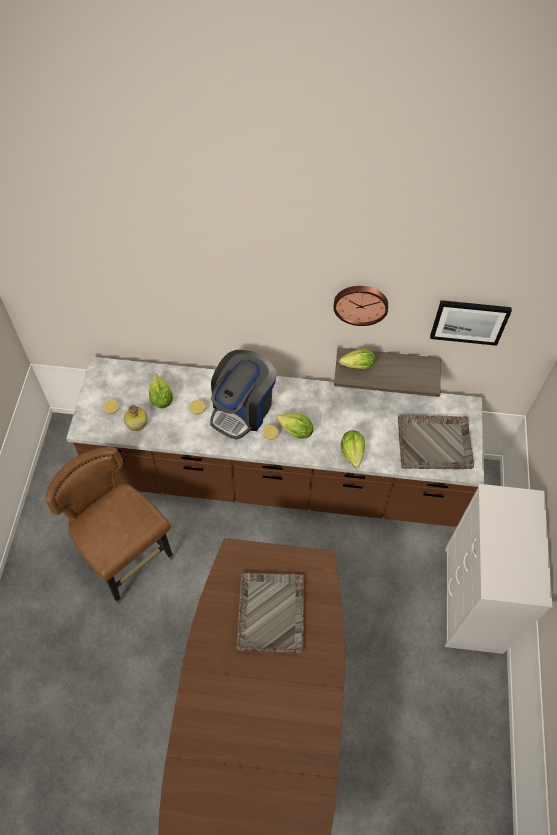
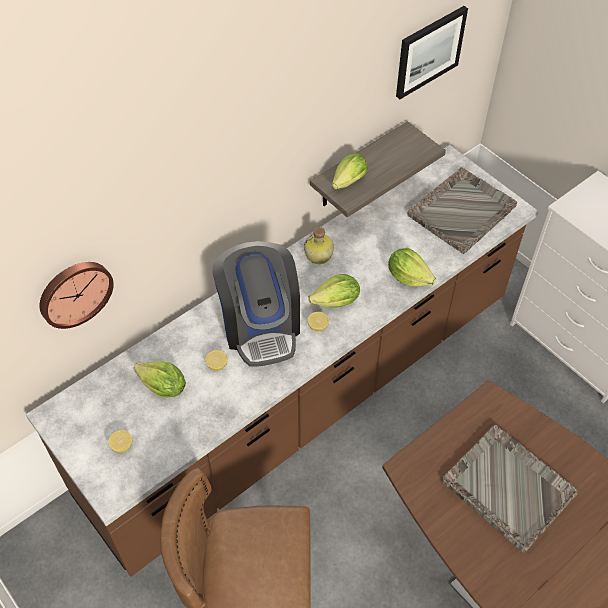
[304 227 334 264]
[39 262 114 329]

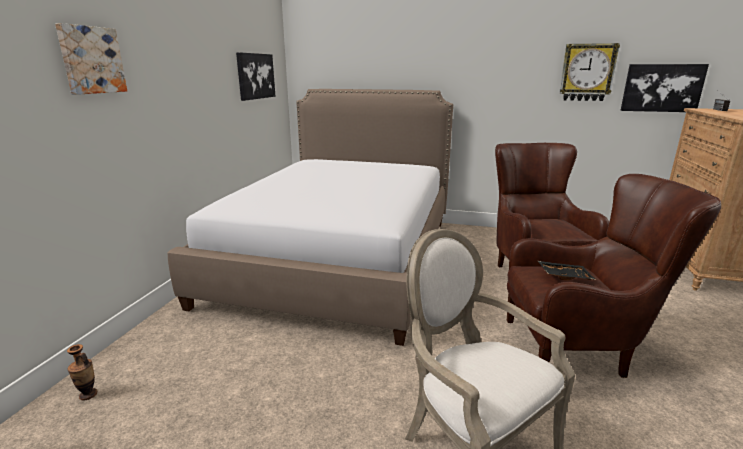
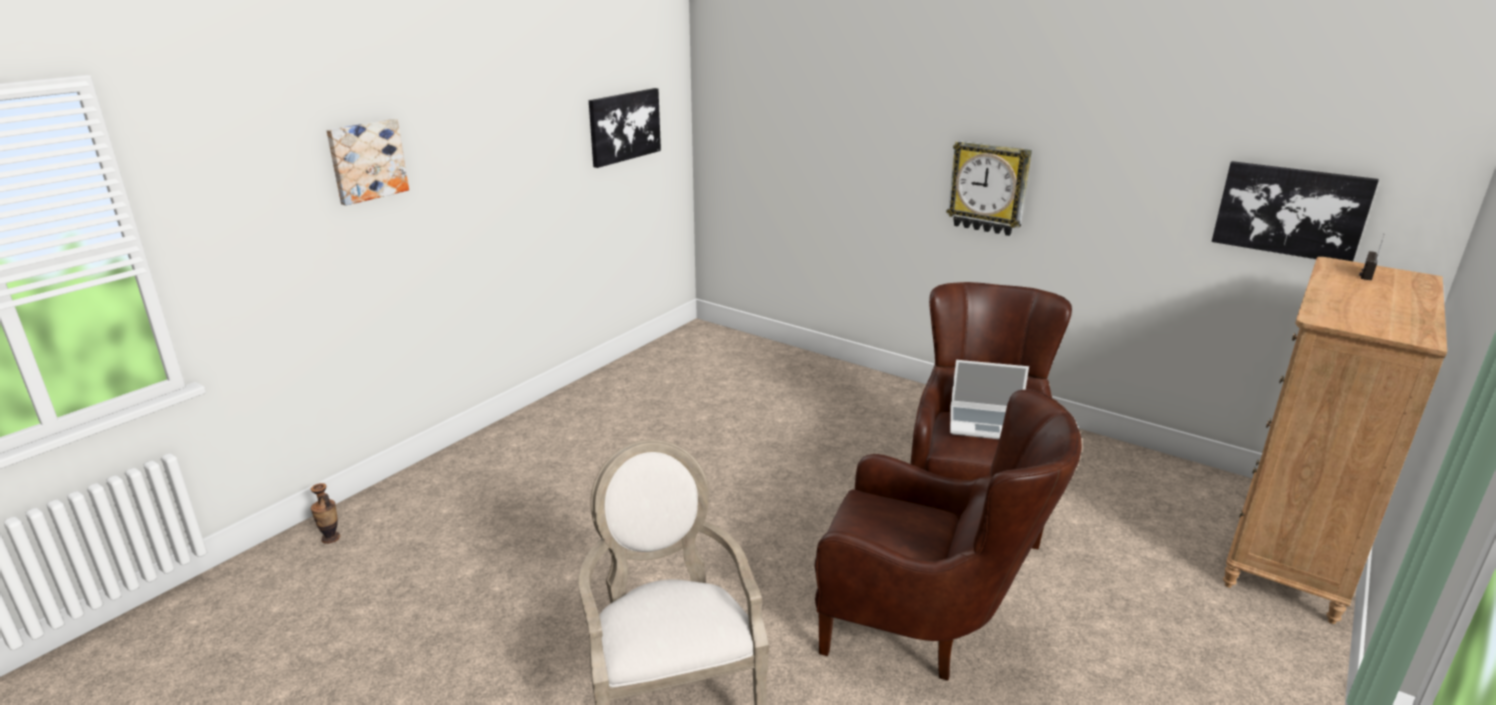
[168 89 453 346] (first image)
[538 261 596 280] (first image)
[946 141 1032 236]
[950 360 1029 439]

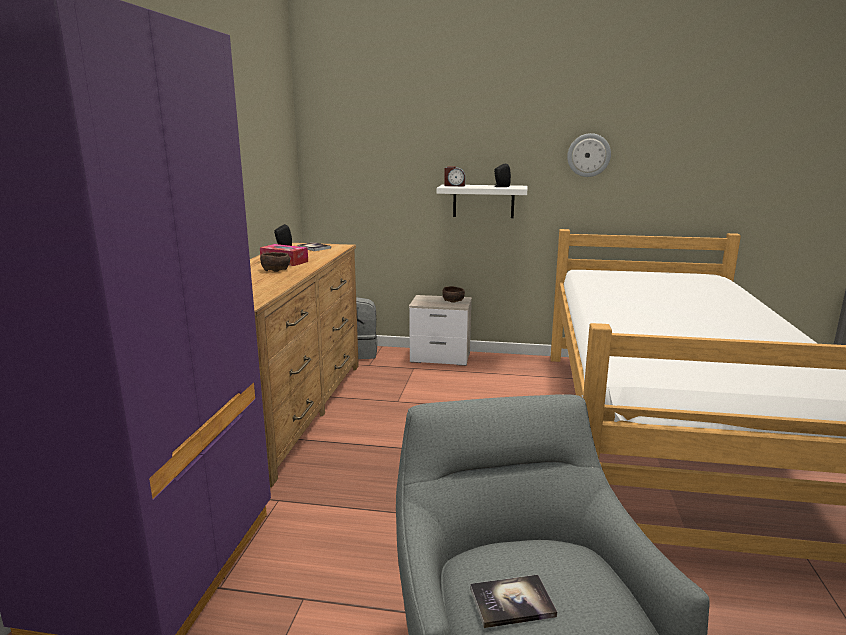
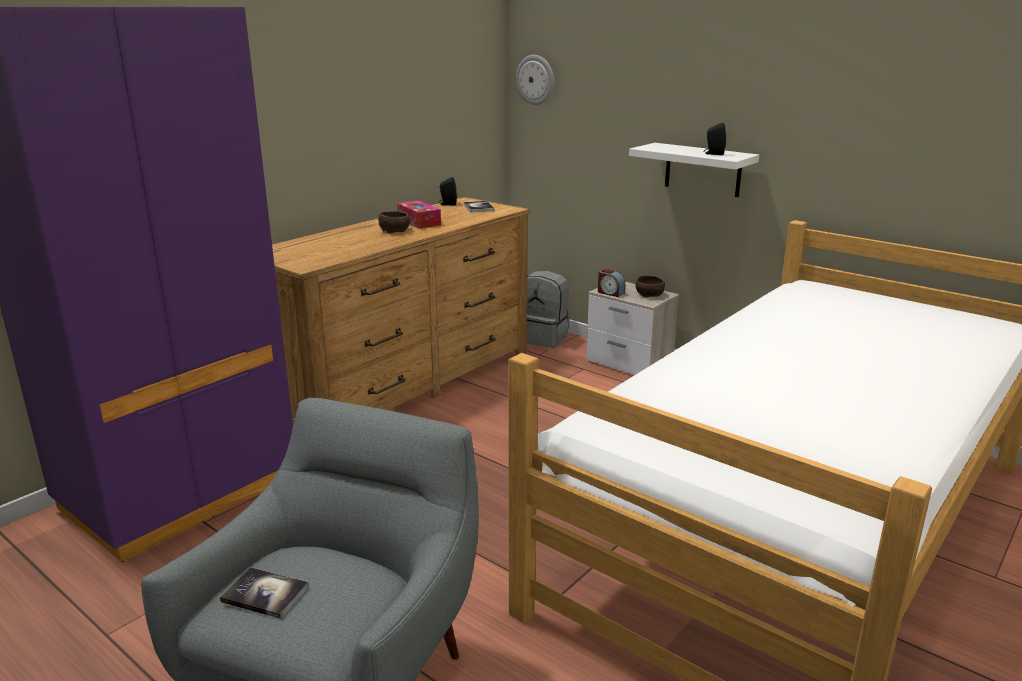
[598 269 625 297]
[516 55 554 105]

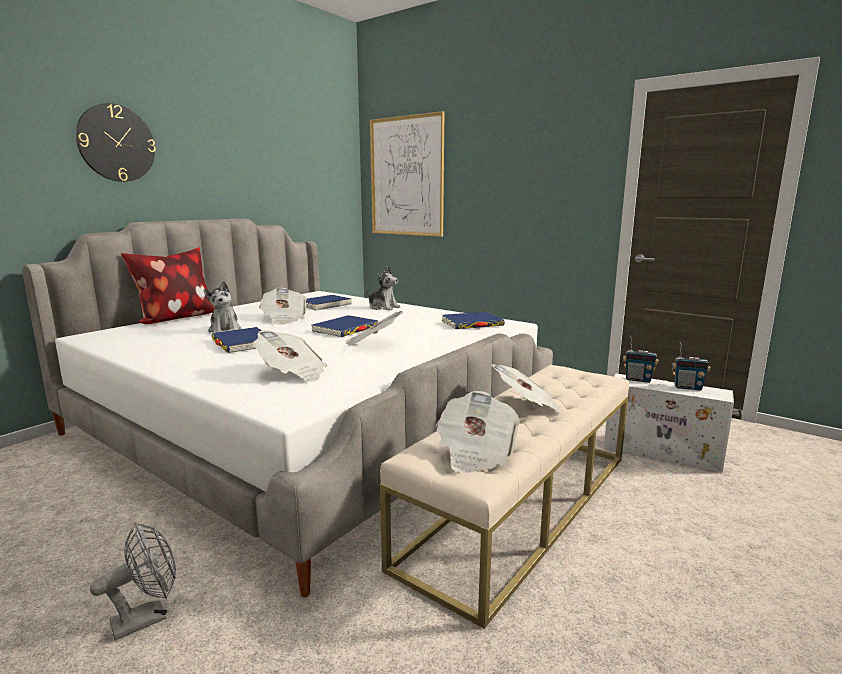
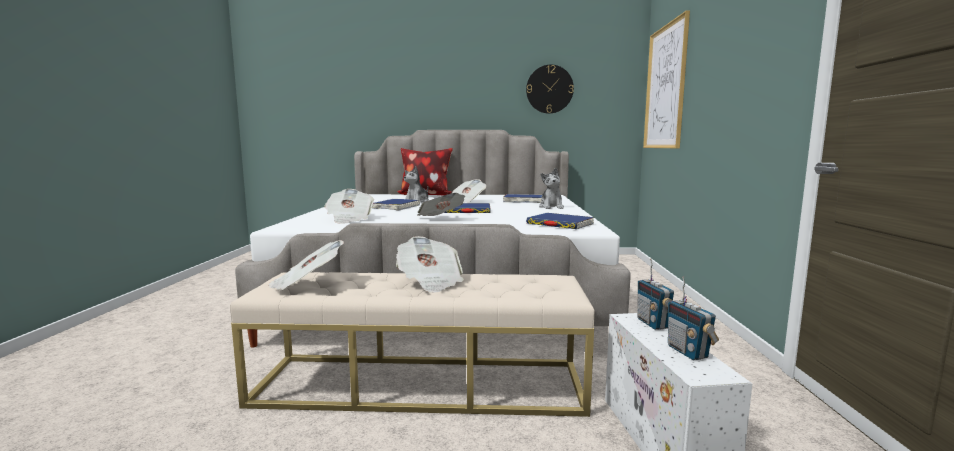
[526 65 574 114]
[90 523 176 641] (first image)

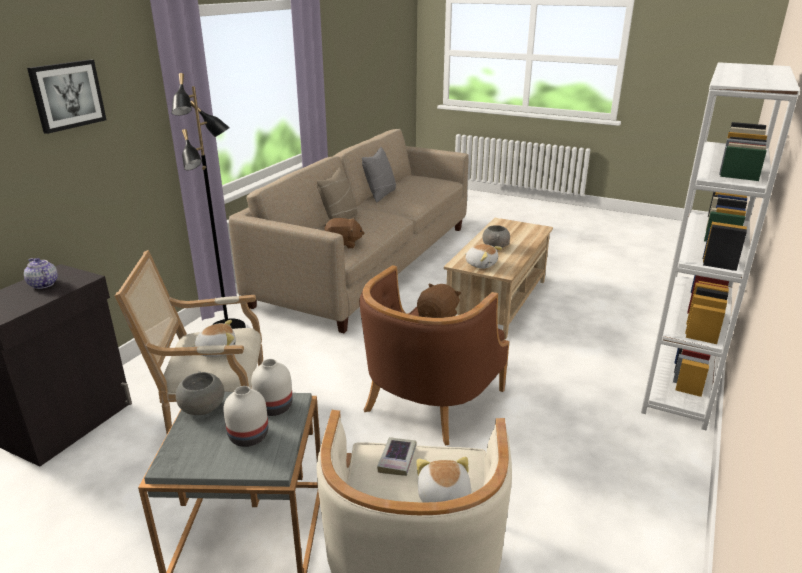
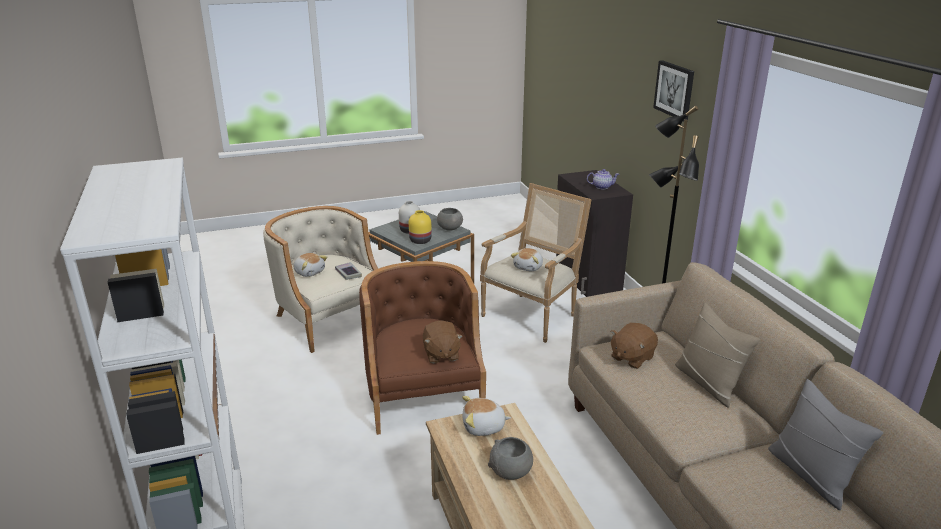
[409 210 432 244]

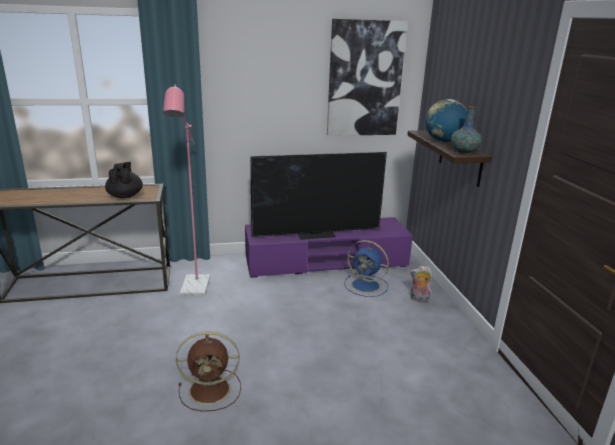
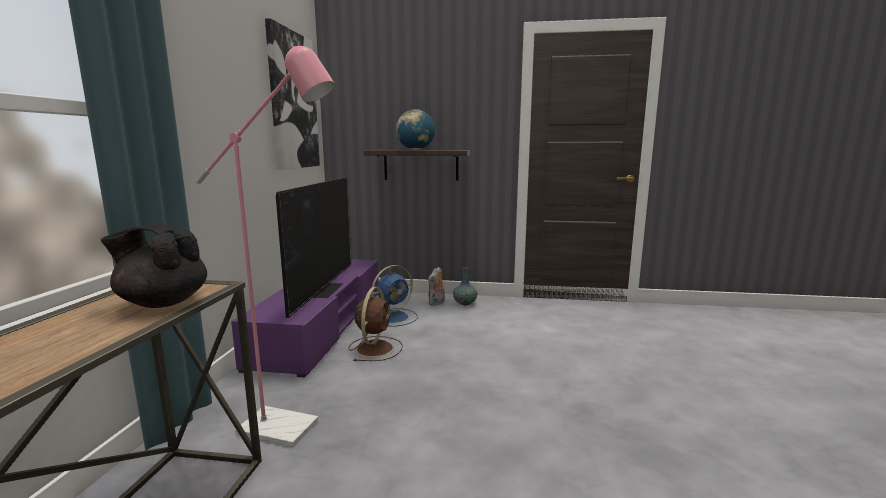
[349 287 402 361]
[453 267 478 305]

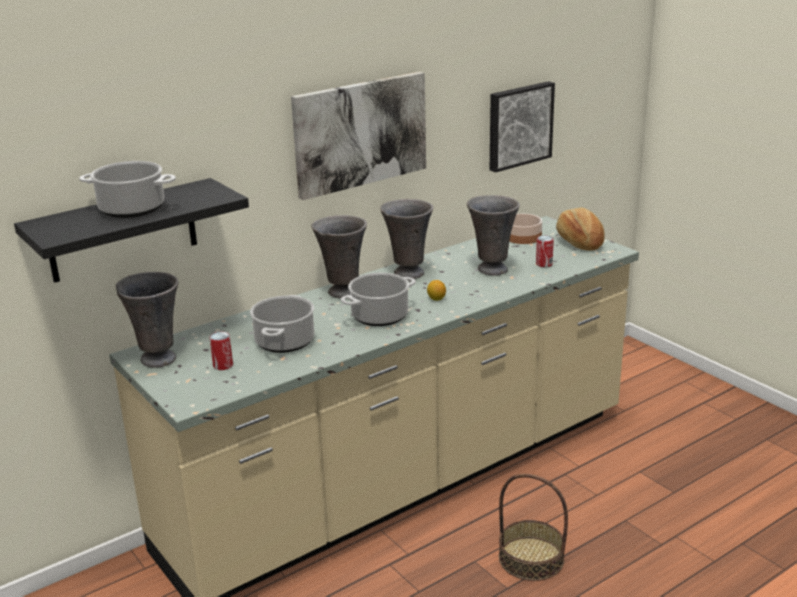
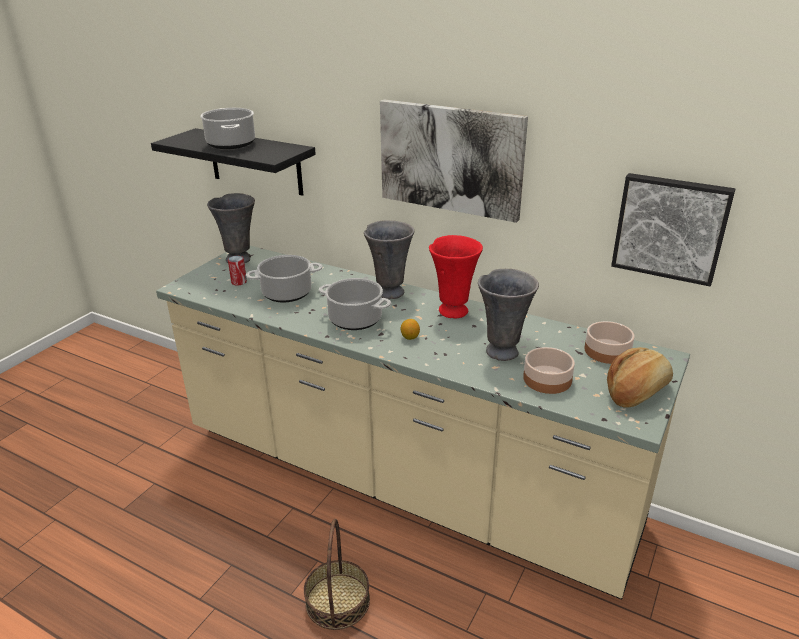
[429 235 483 318]
[523 347 575 394]

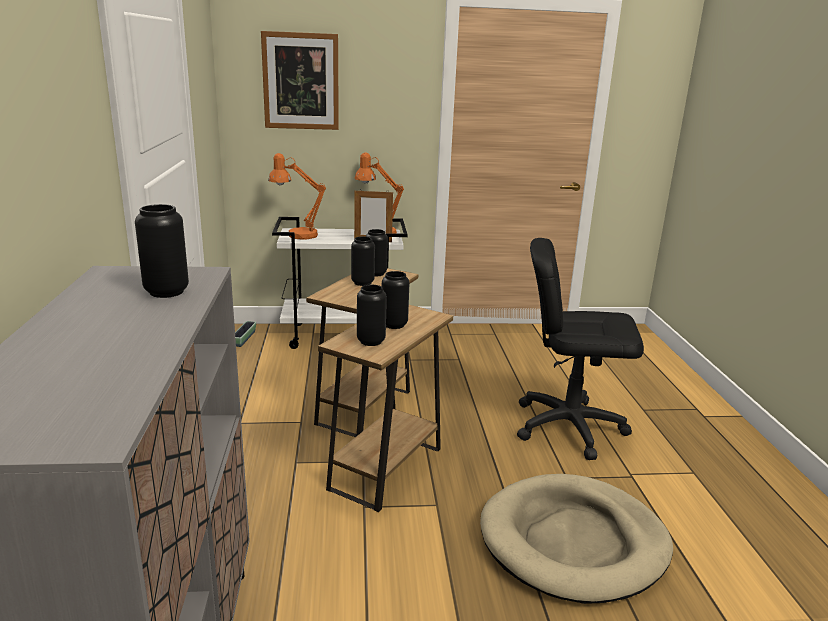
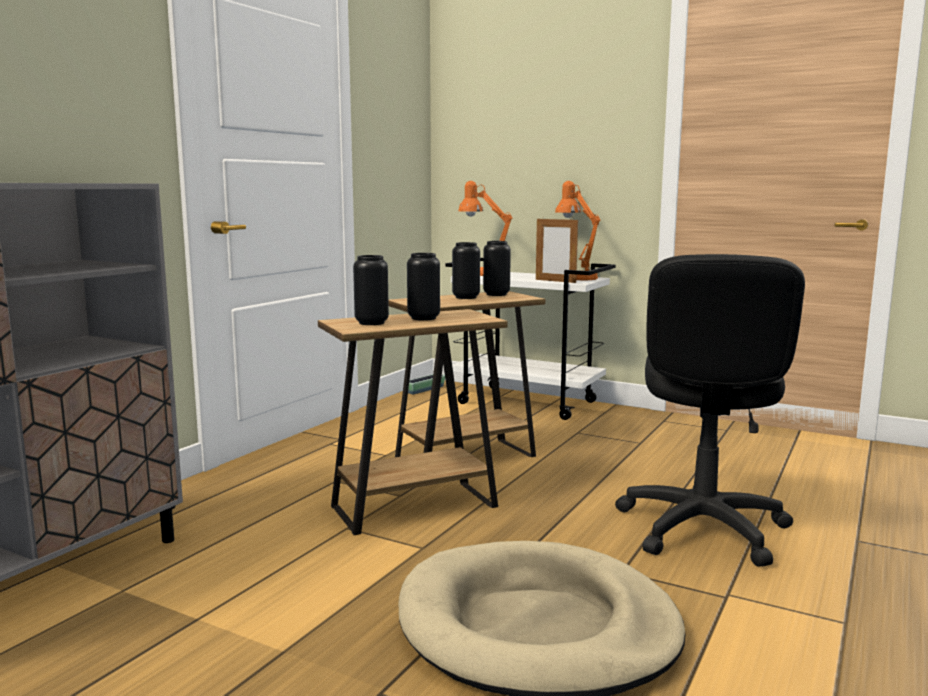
[135 204 189 298] (first image)
[261 31 339 130] (first image)
[615 254 805 567]

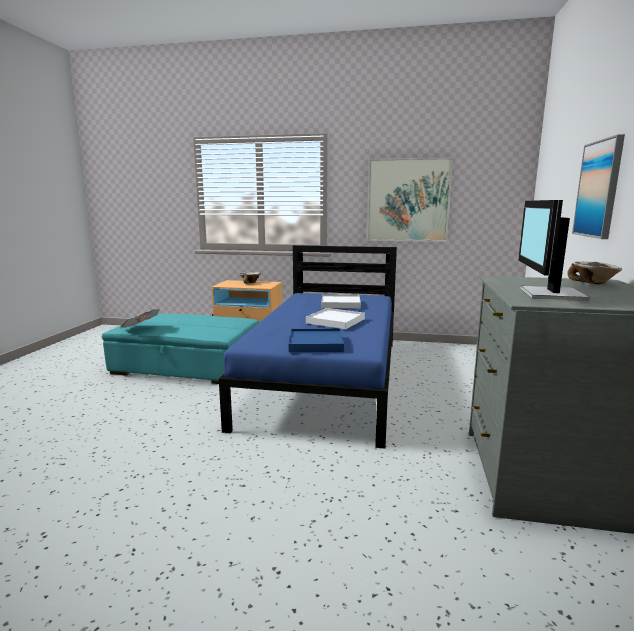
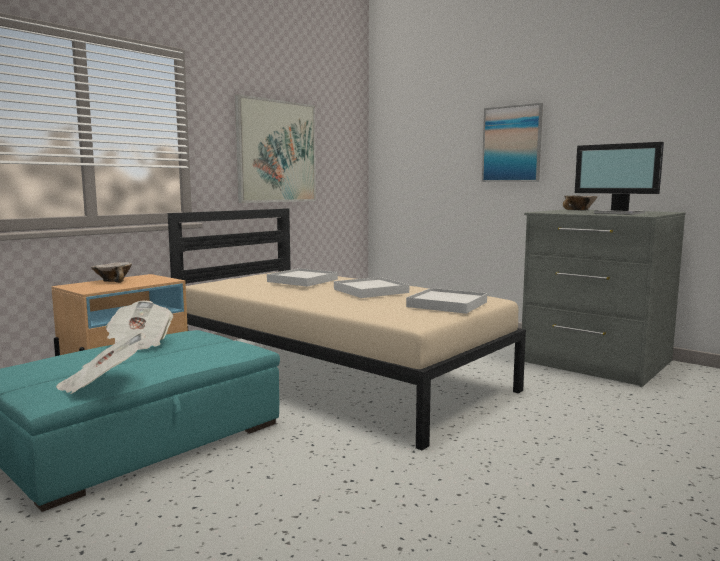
[168 208 526 450]
[406 288 487 314]
[105 301 173 350]

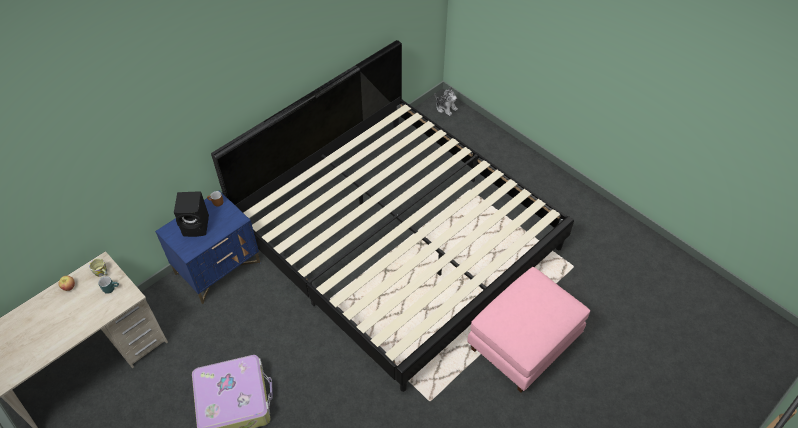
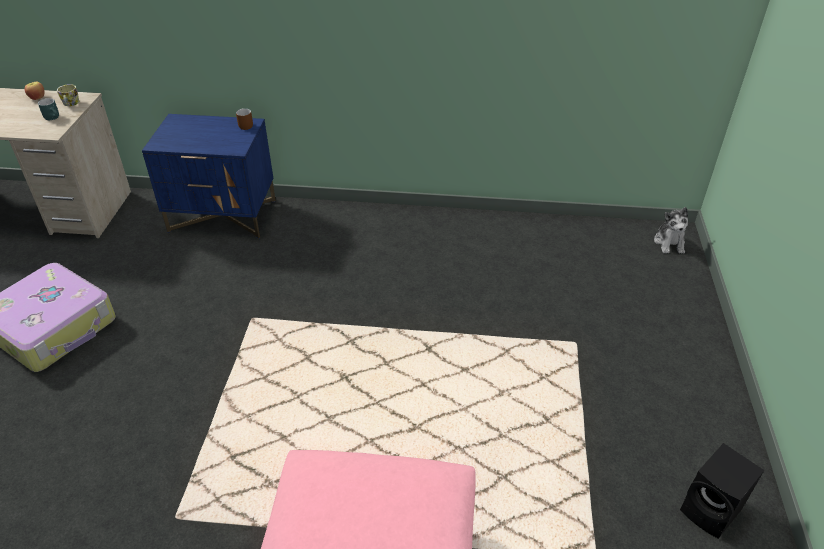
[680 443 764 539]
[211 40 574 392] (first image)

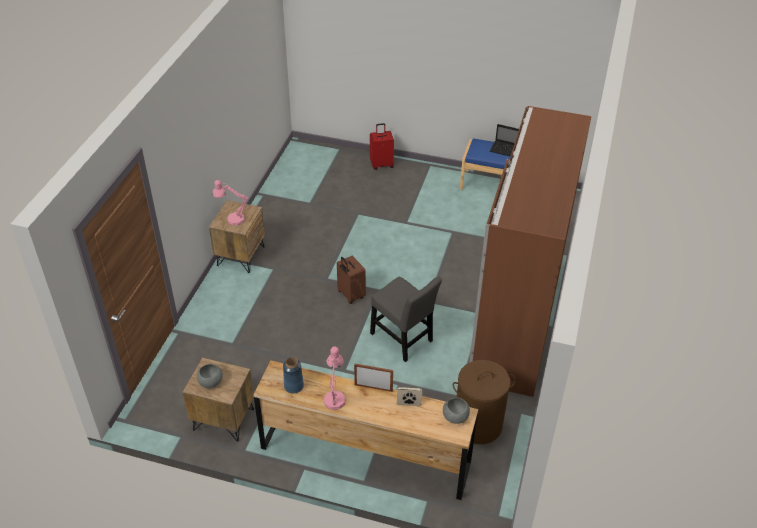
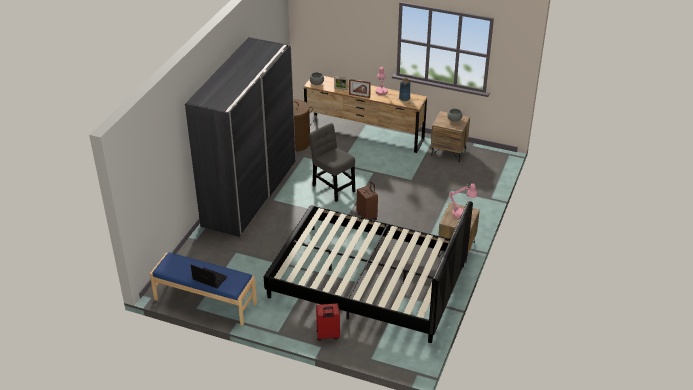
[185 37 296 237]
[264 201 473 343]

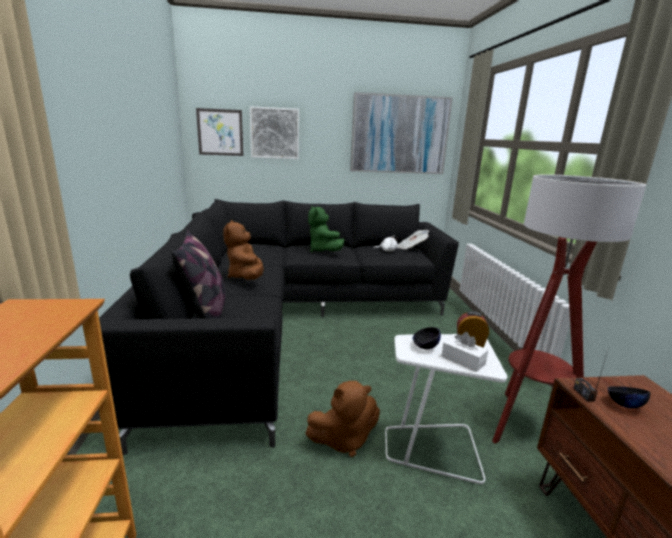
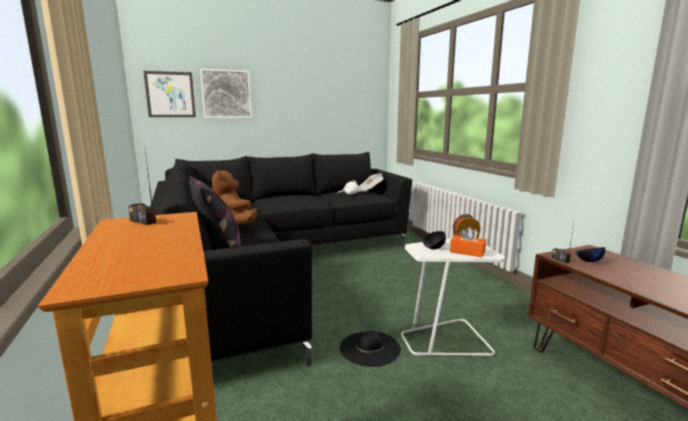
[340 331 401 367]
[308 206 344 253] (first image)
[350 92 453 174] (first image)
[450 227 486 257]
[492 174 646 444] (first image)
[128 151 156 225]

